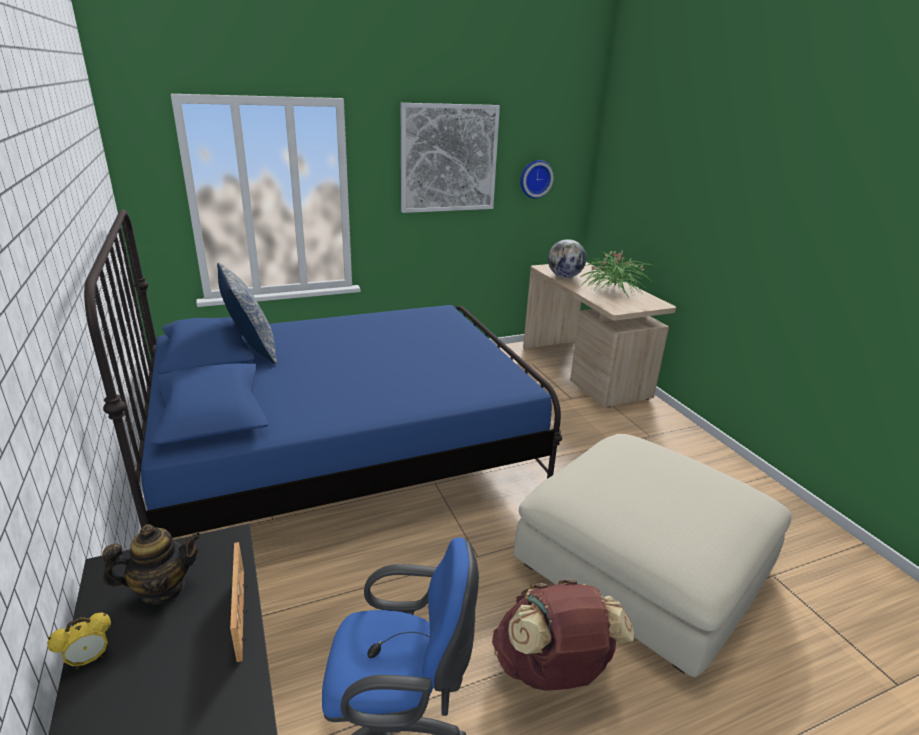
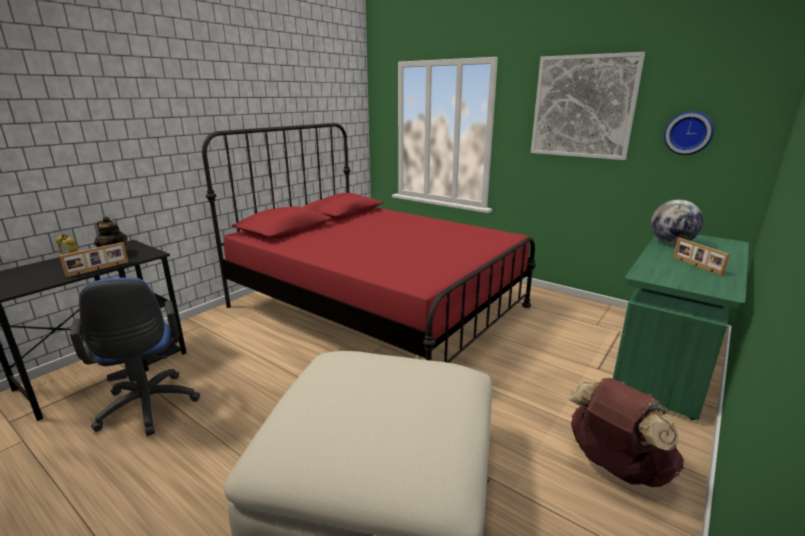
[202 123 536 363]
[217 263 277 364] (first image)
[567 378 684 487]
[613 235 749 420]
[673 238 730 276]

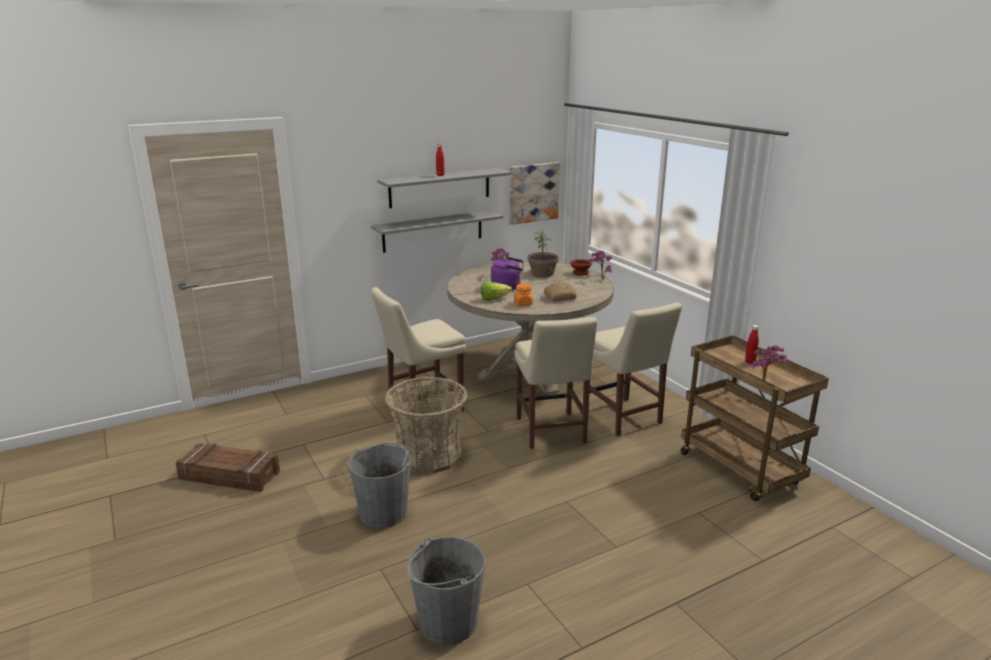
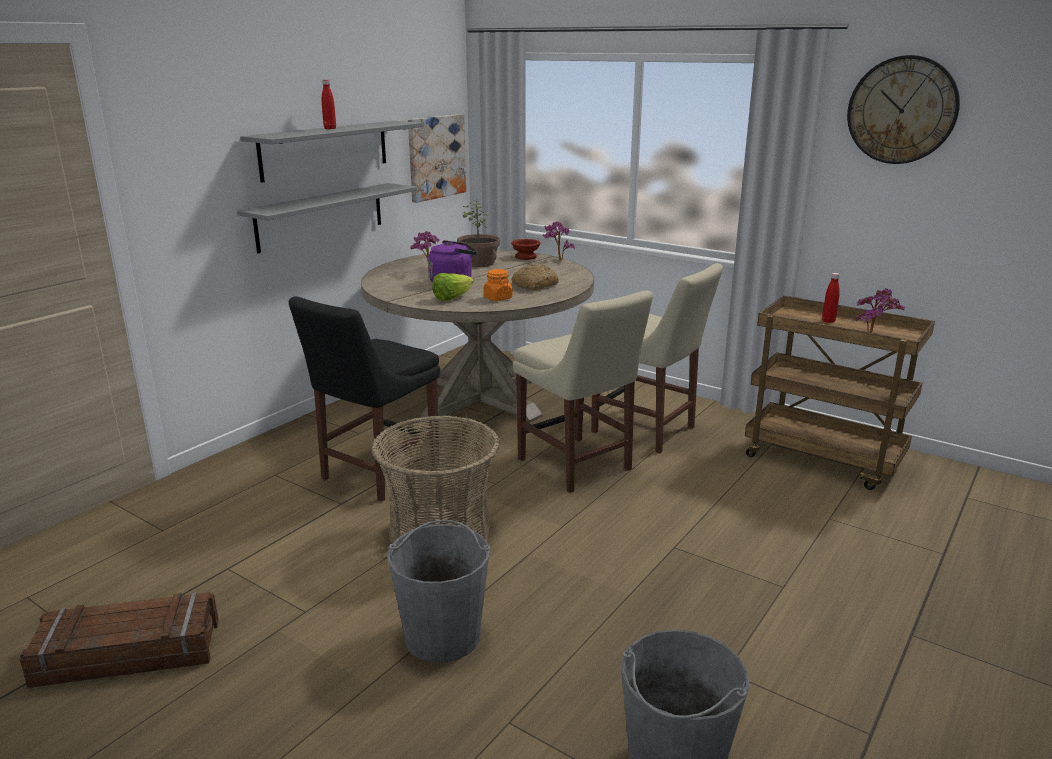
[289 296 440 502]
[847 55 960 164]

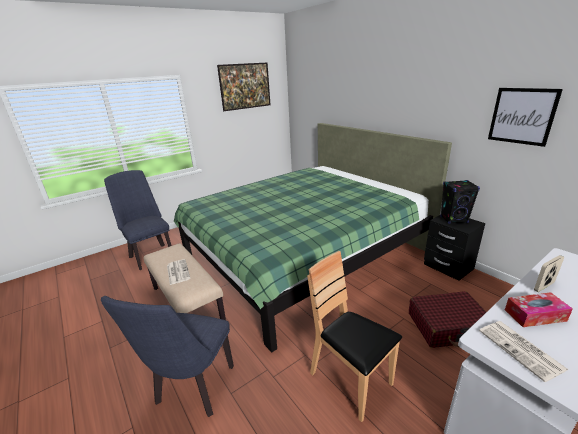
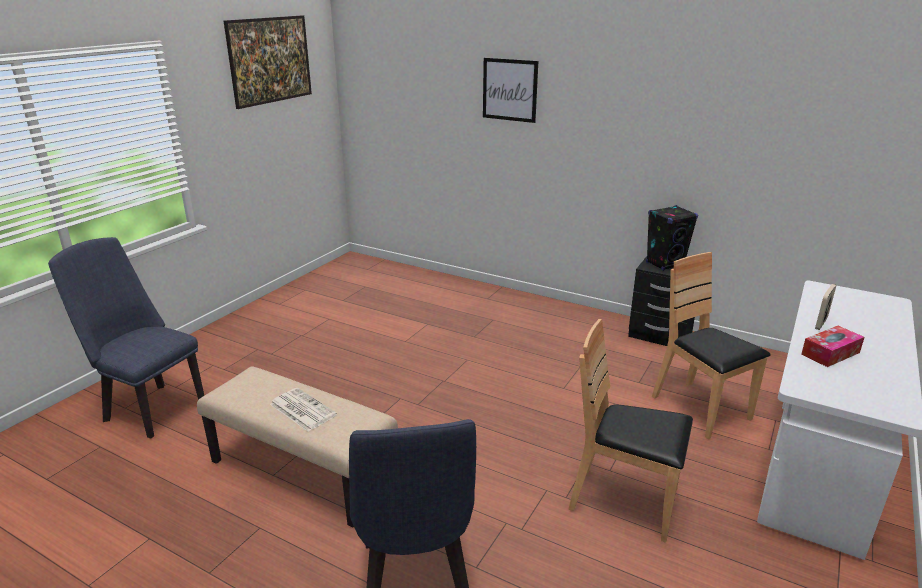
[174 123 452 353] (first image)
[652 252 771 439]
[479 321 569 382] (first image)
[483 58 538 123]

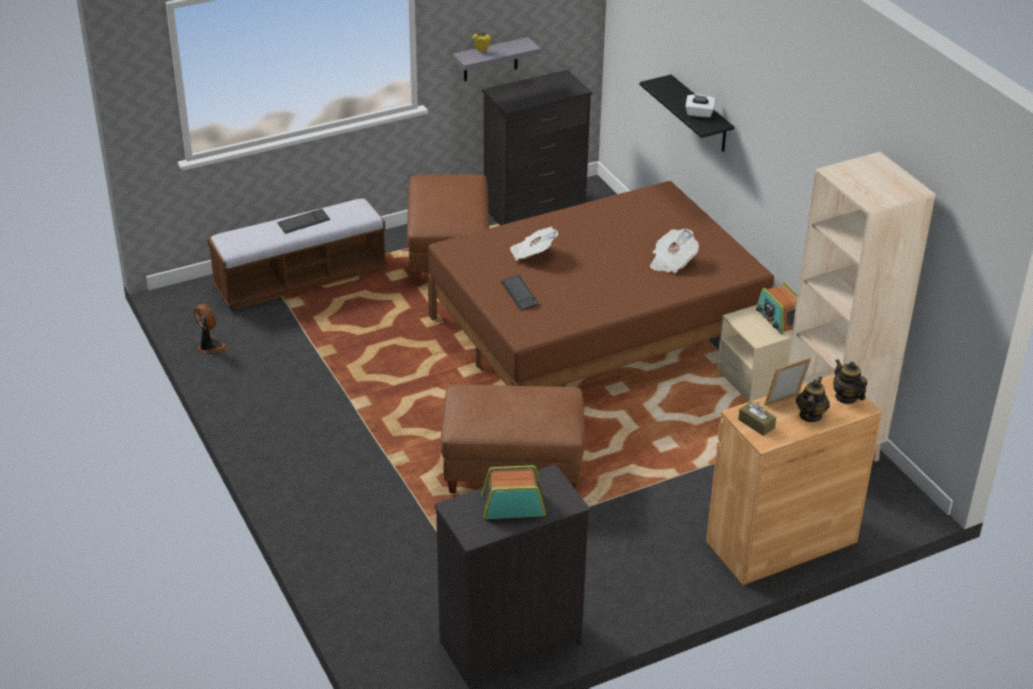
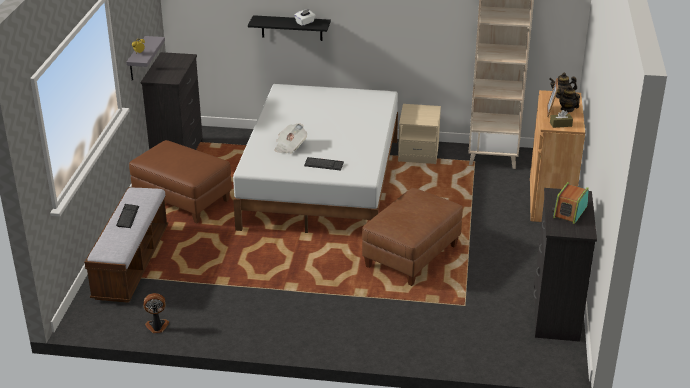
[233 84 398 233]
[650 229 699 273] (first image)
[756 282 798 334] (first image)

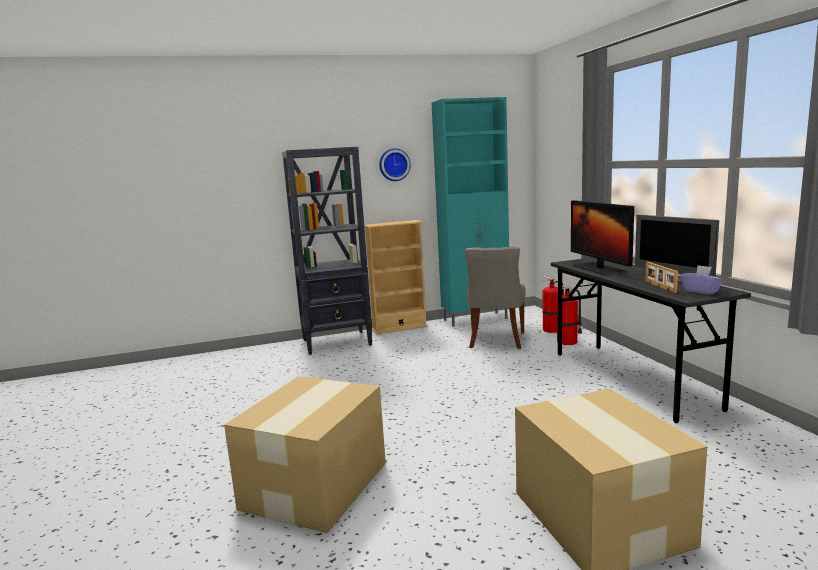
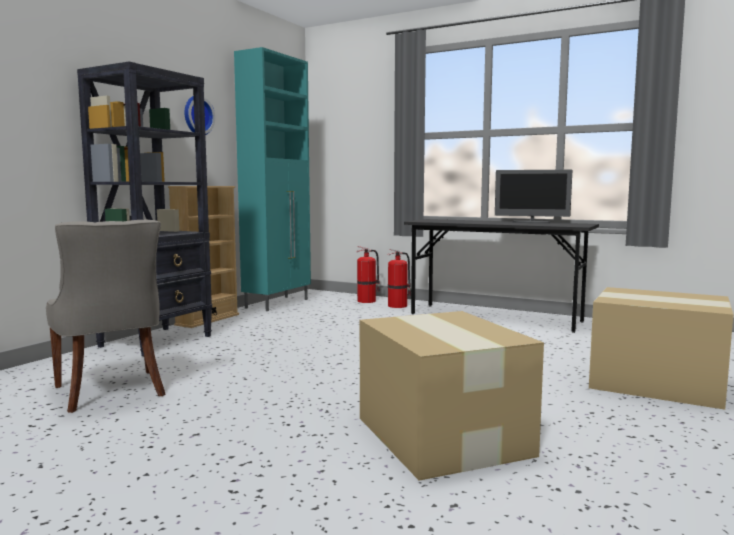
[46 220 166 413]
[571 200 634 275] (first image)
[645 262 678 293] (first image)
[681 265 723 295] (first image)

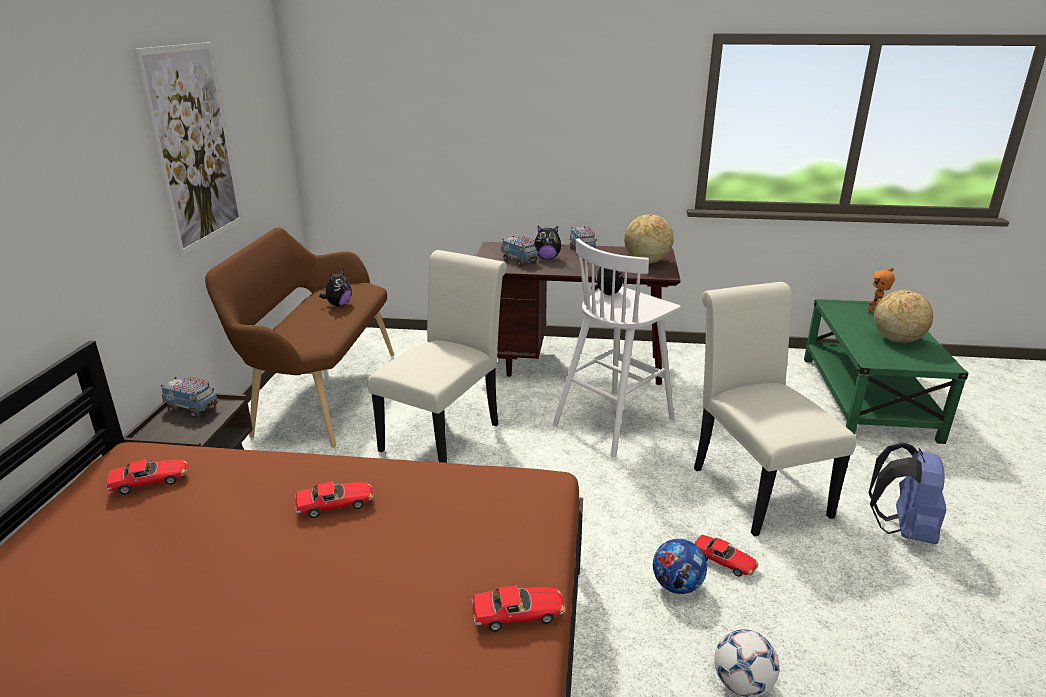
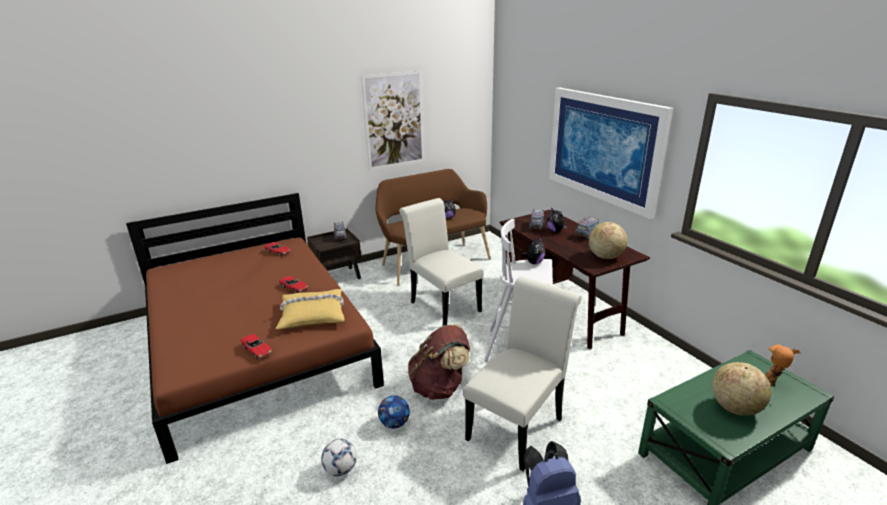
[399 198 484 326]
[694 535 758 577] (first image)
[276 289 344 329]
[408 324 470 400]
[549 88 673 219]

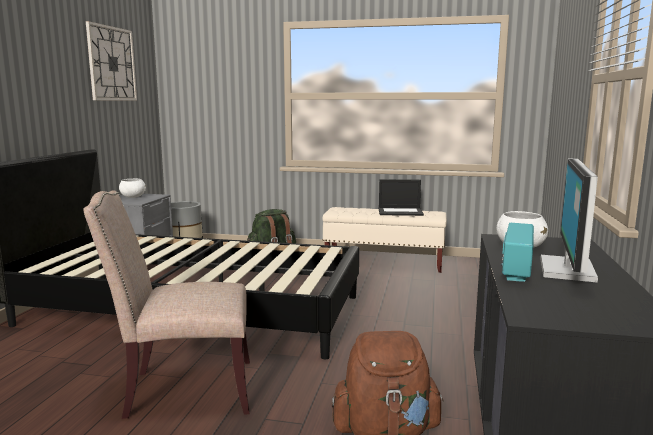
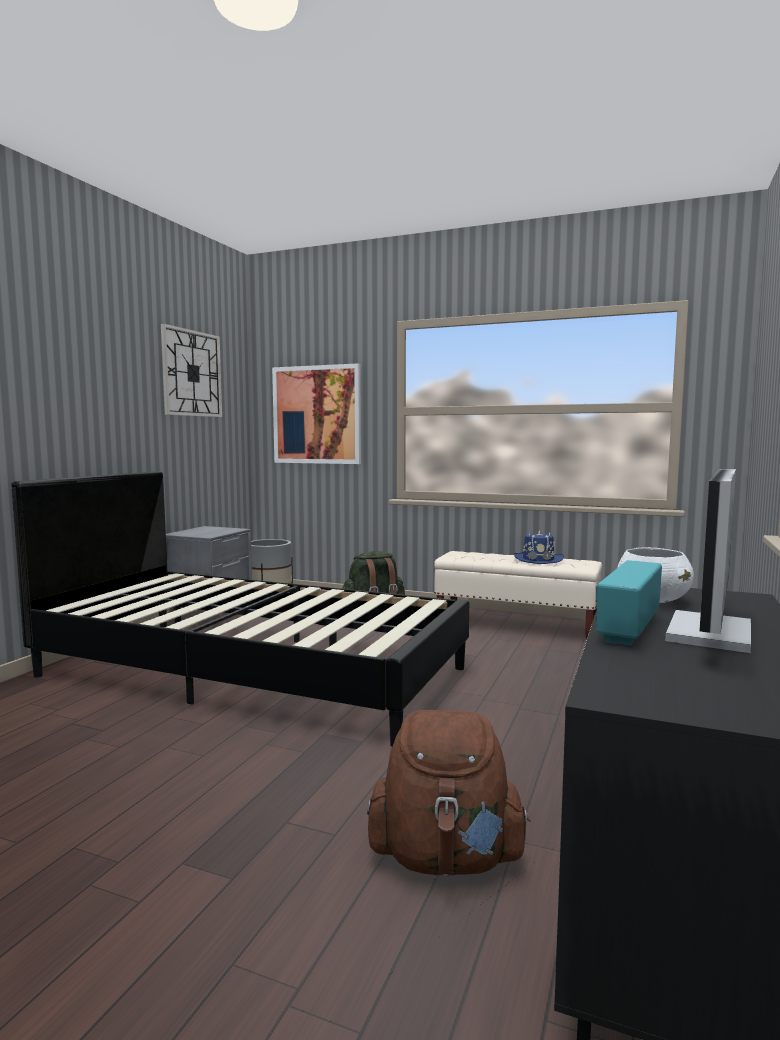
[83 190 250 419] (first image)
[119 179 146 198] (first image)
[514 530 564 564]
[272 363 361 464]

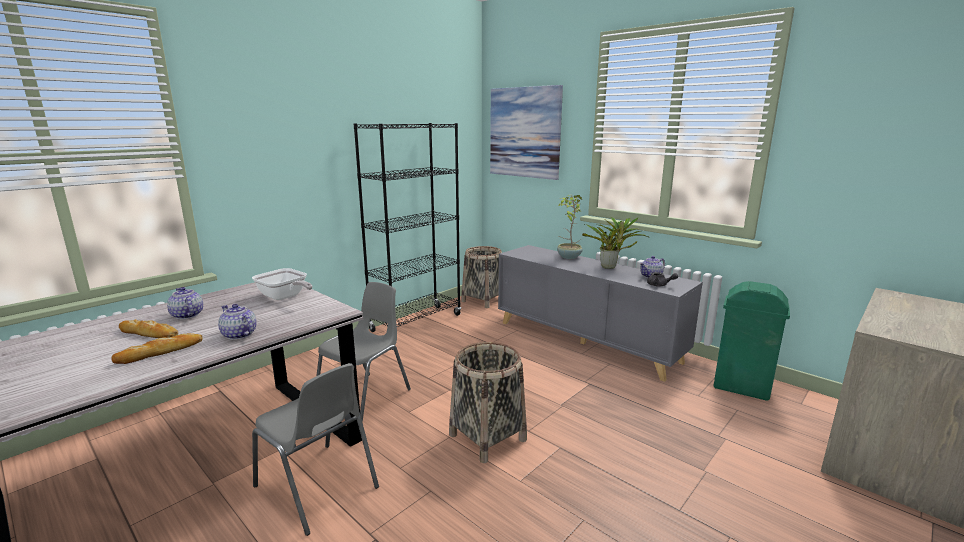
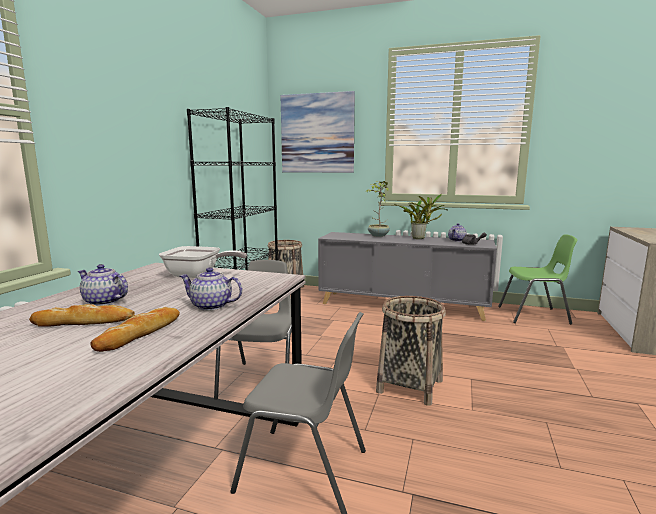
[498 234 577 324]

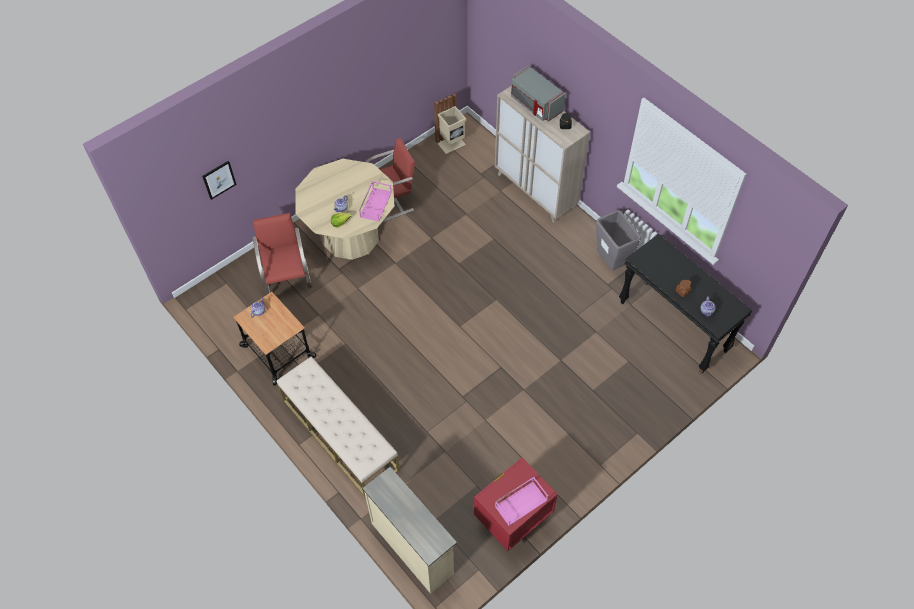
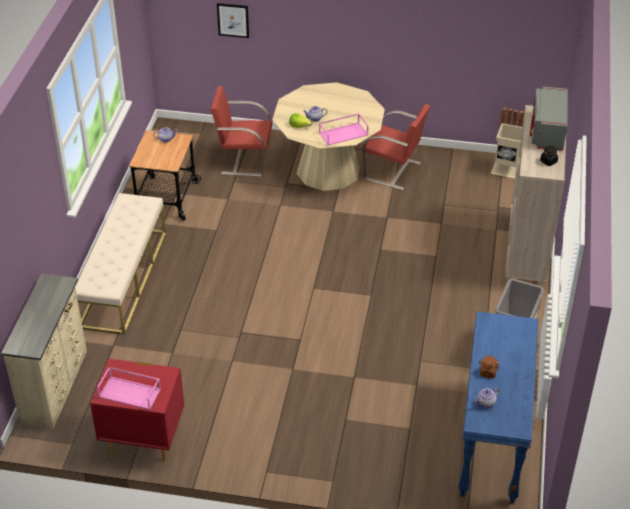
[211 86 273 177]
[458 311 538 504]

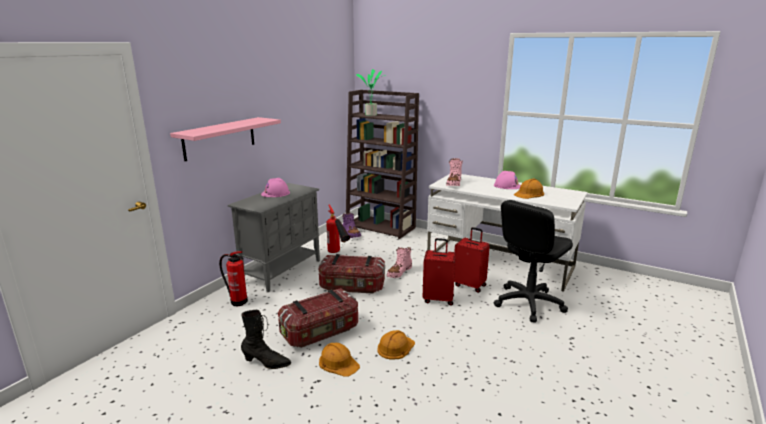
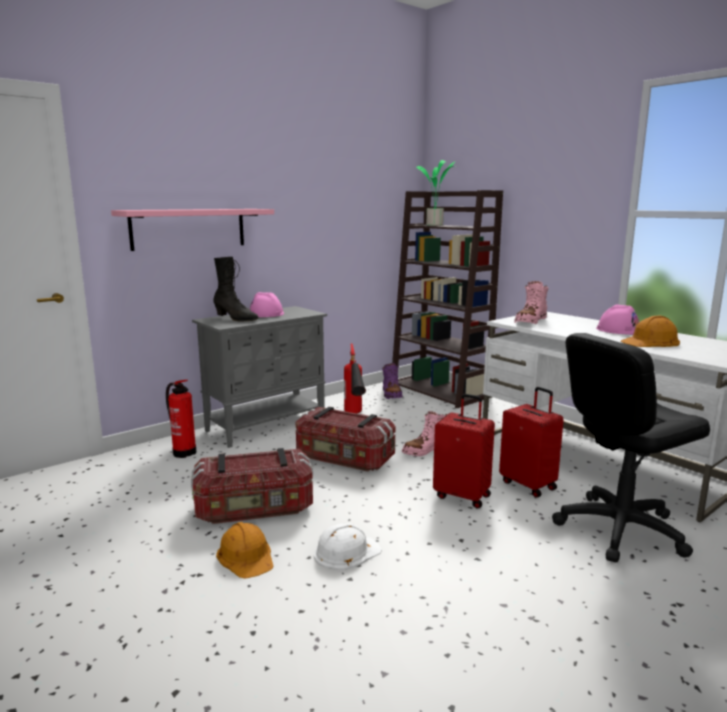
[213 257 259 322]
[314 523 382 570]

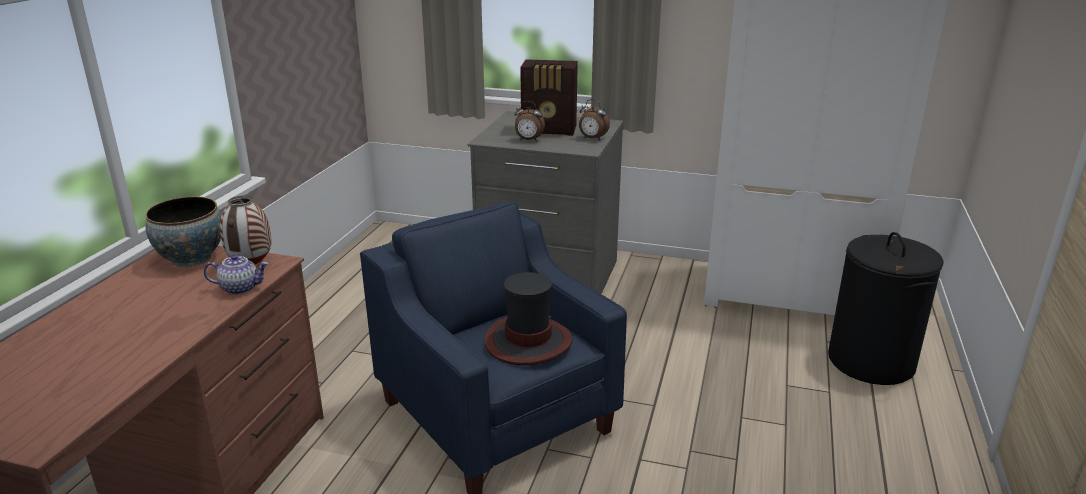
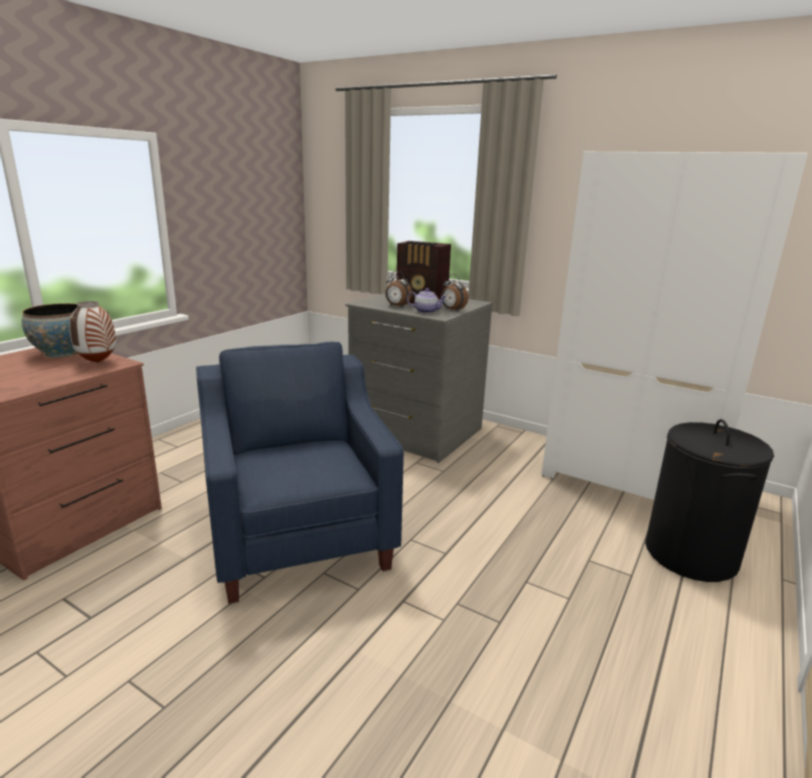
[407 288 446 314]
[484 272 572 365] (first image)

